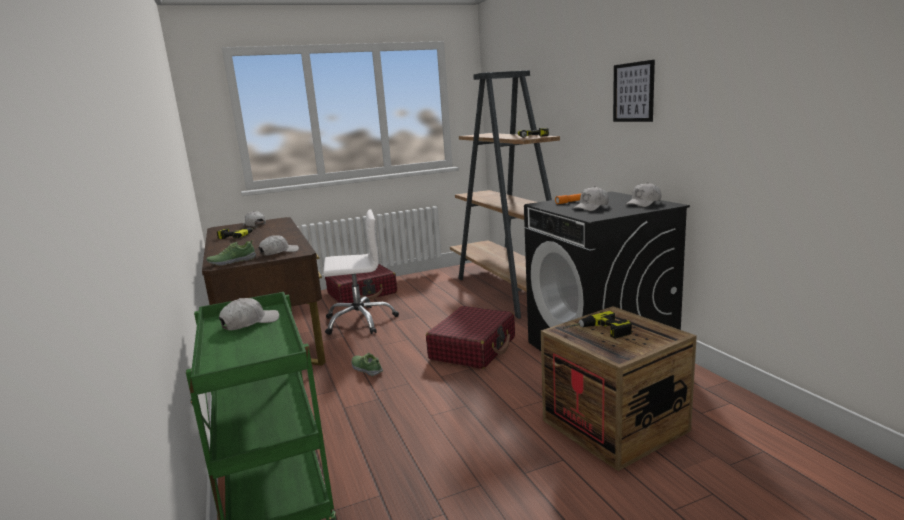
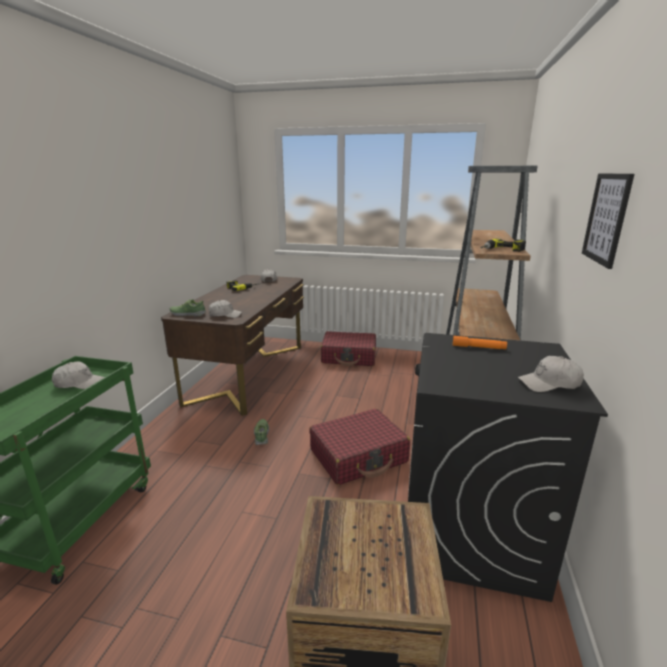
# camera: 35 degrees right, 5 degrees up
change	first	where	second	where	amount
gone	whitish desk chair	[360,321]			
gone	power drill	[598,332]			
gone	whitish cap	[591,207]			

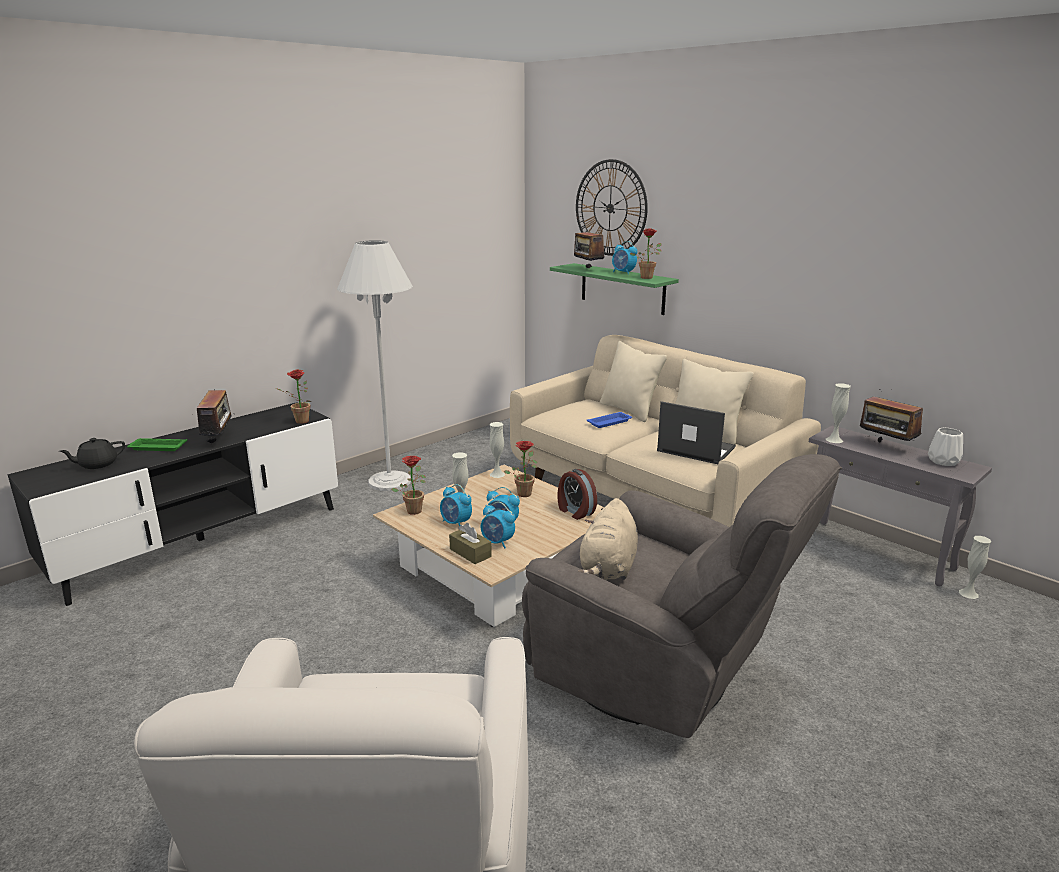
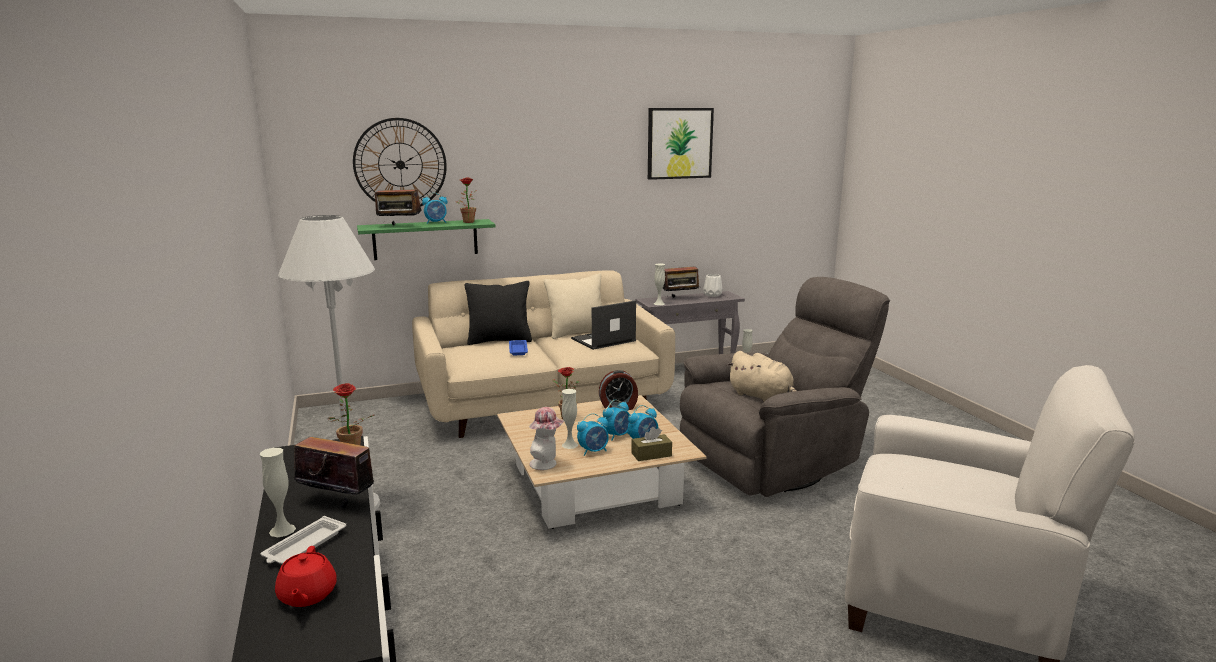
# camera: 65 degrees left, 5 degrees down
change	first	where	second	where	amount
new			picture	[679,143]	
shifted	whitish flower vase	[497,474]		[282,530]	
swapped	potted plant	[414,509]	clothing hat	[546,464]	
repainted	blackish teapot	[97,464]	red teapot	[307,595]	
repainted	green-coloured tray	[157,447]	whitish tray	[304,546]	
repainted	beige pillow	[629,410]	blackish pillow	[499,340]	

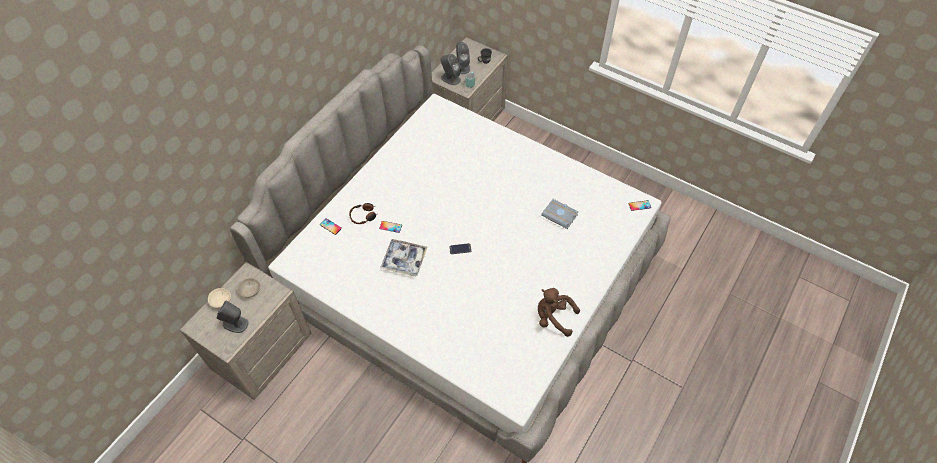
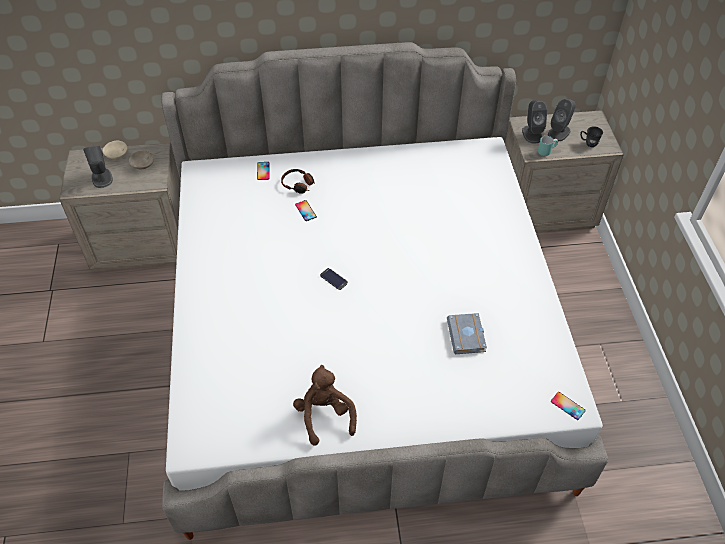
# camera: 50 degrees right, 5 degrees down
change	first	where	second	where	amount
gone	tray	[404,260]			

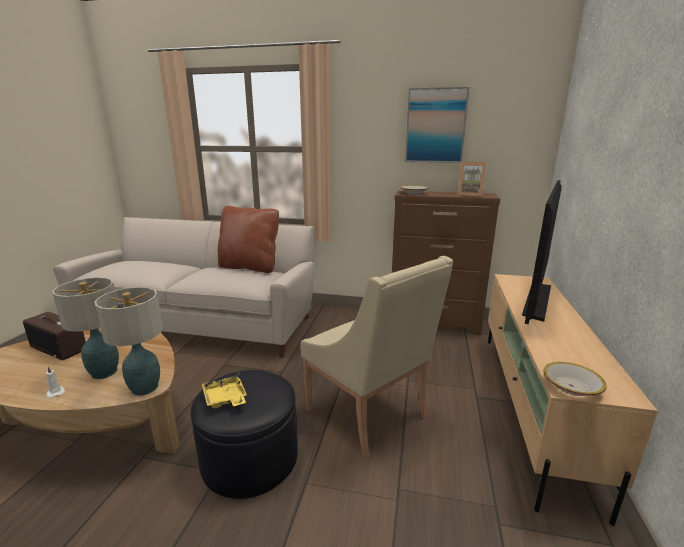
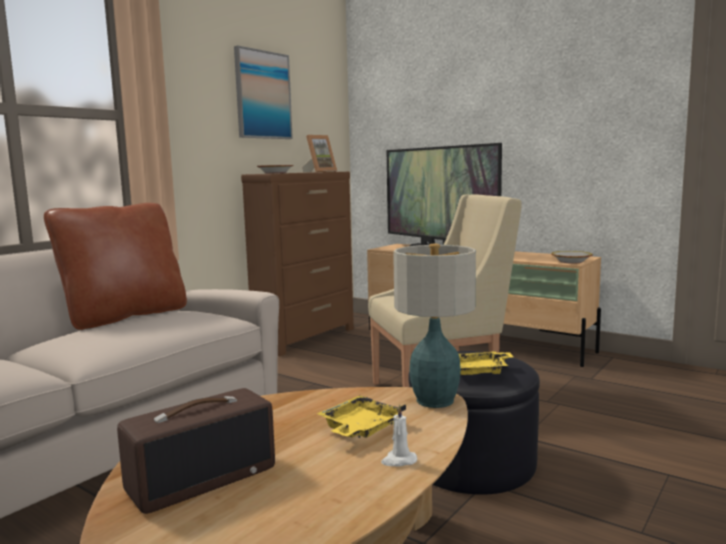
# camera: 65 degrees left, 10 degrees down
change	first	where	second	where	amount
swapped	table lamp	[104,372]	yellowish tray	[360,429]	

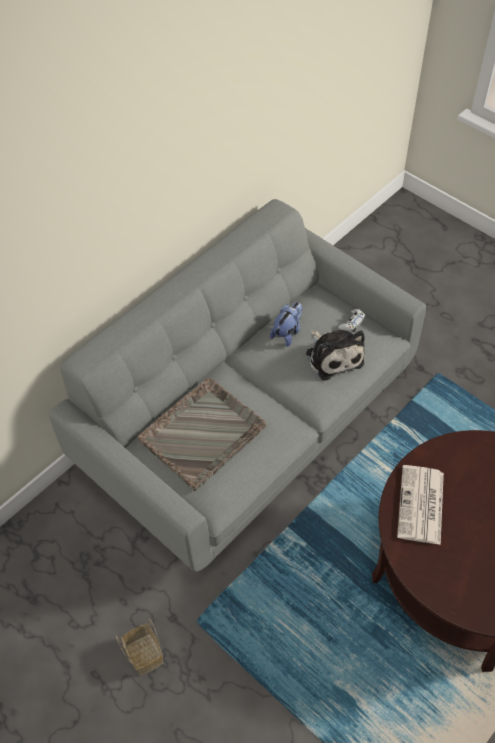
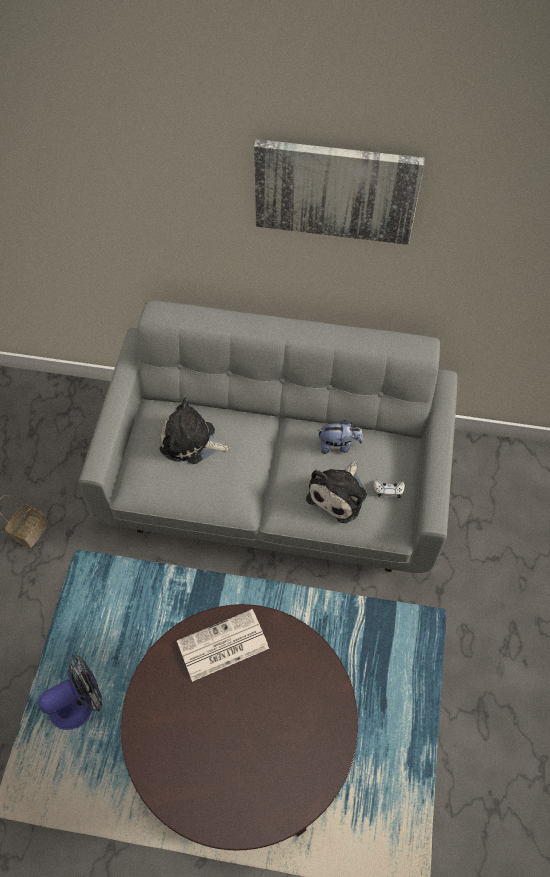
# camera: 55 degrees right, 5 degrees up
change	first	where	second	where	amount
new			cooling fan	[79,703]	
new			picture	[336,190]	
swapped	gray tray	[203,433]	soft toy	[191,442]	

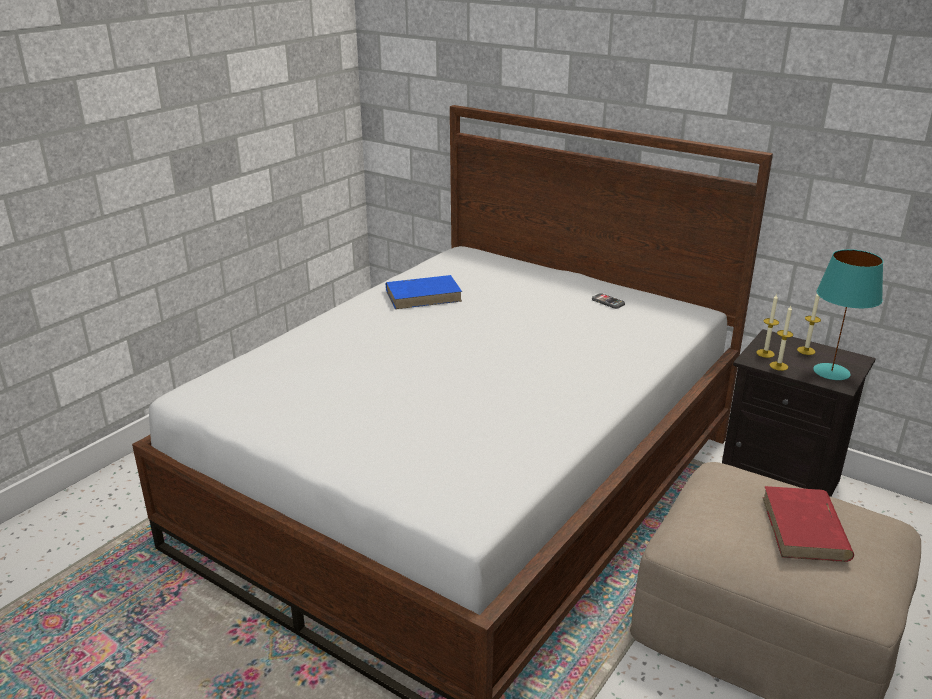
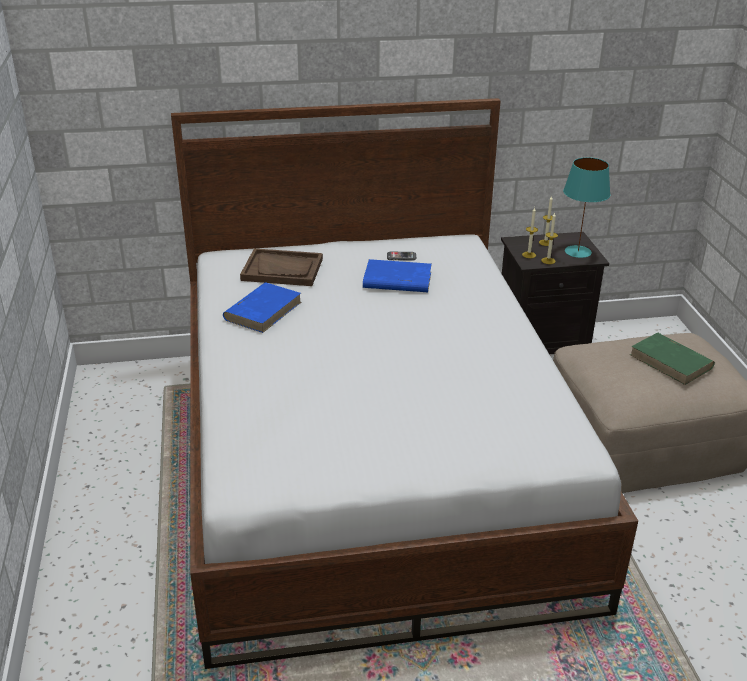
# camera: 45 degrees left, 5 degrees up
change	first	where	second	where	amount
new			brownish tray	[282,269]	
new			bluish book	[396,280]	
repainted	red book	[805,529]	green-coloured book	[671,362]	

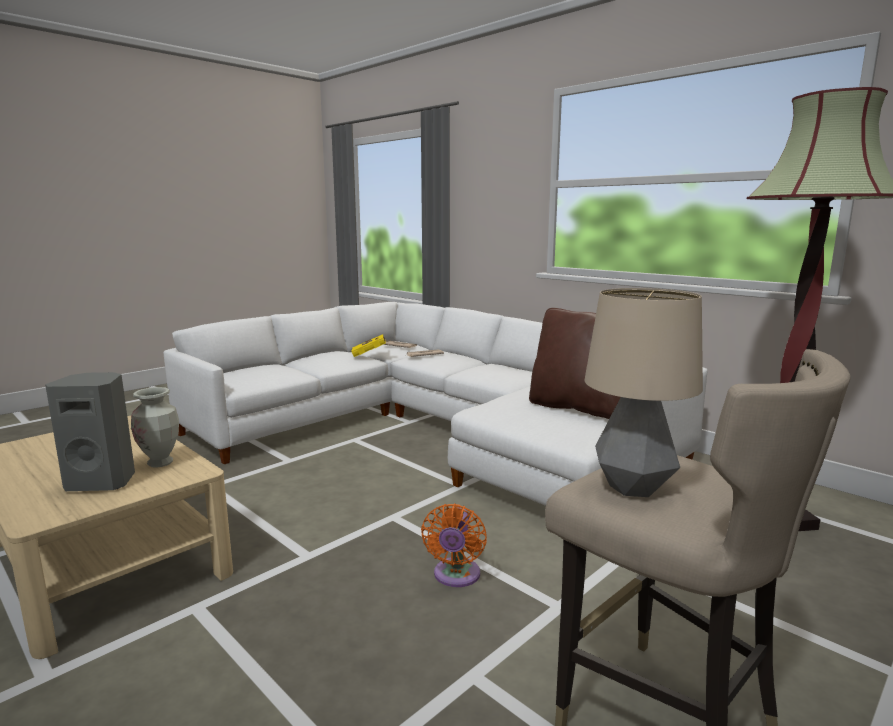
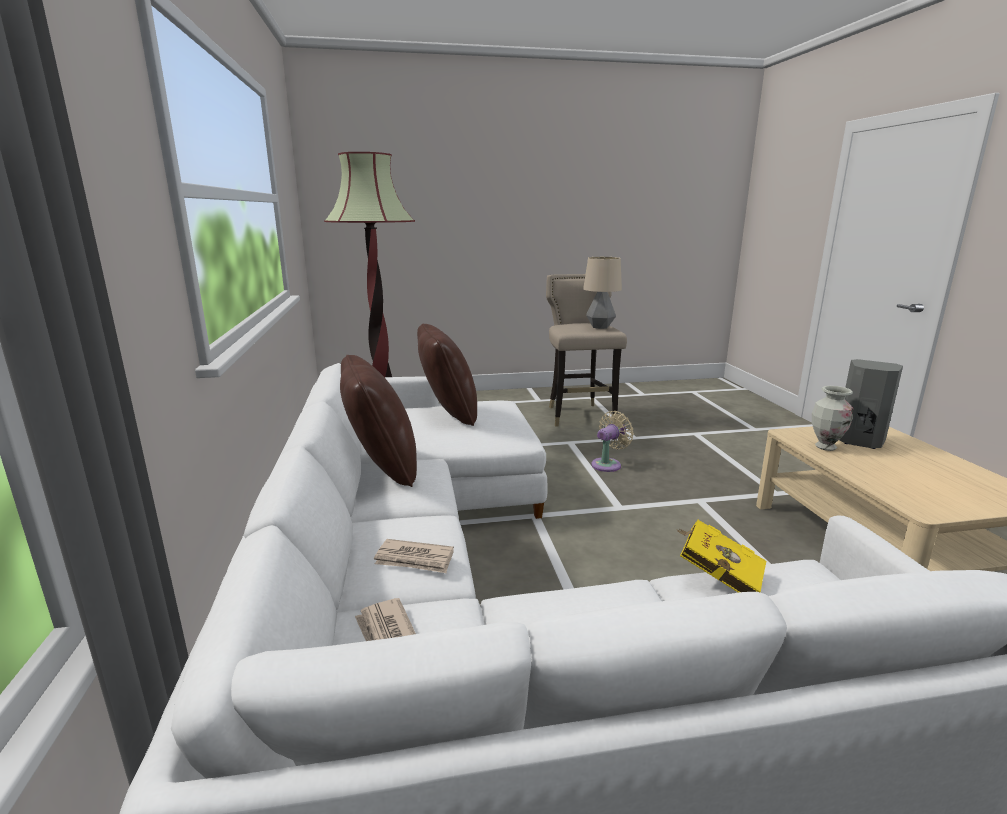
# camera: 145 degrees left, 5 degrees up
change	first	where	second	where	amount
new			brownish pillow	[381,468]	
shifted	yellowish book	[371,355]		[717,575]	
repainted	orangey cooling fan	[456,576]	beige cooling fan	[608,464]	

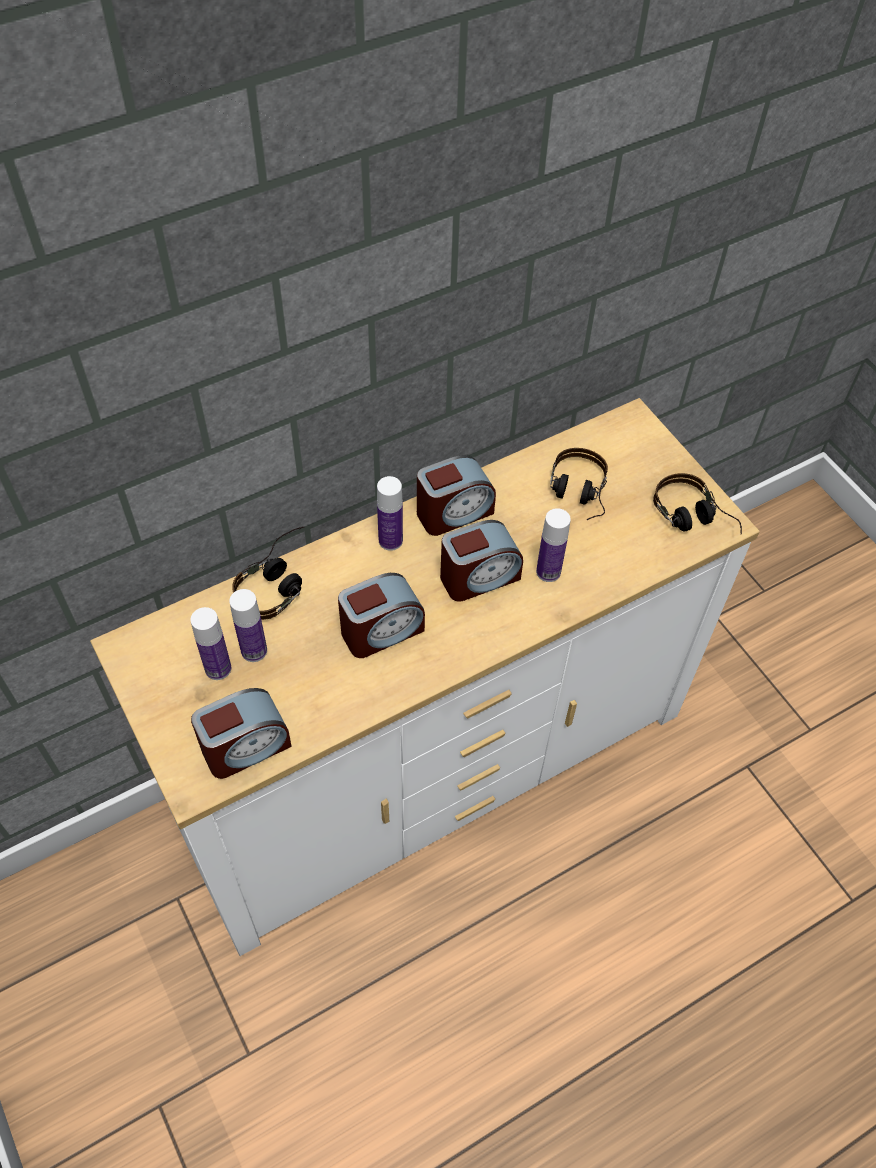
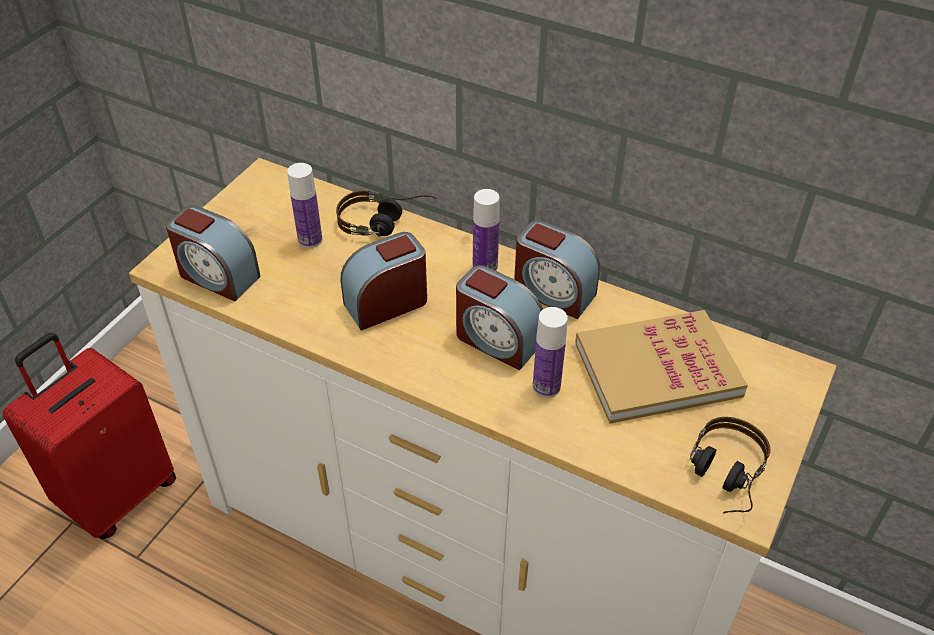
# camera: 60 degrees right, 10 degrees down
change	first	where	second	where	amount
gone	bottle	[218,668]			
new			red suitcase	[117,494]	
swapped	headset	[577,496]	book	[657,369]	
rotated	alarm clock	[381,631]		[386,303]	120 degrees clockwise

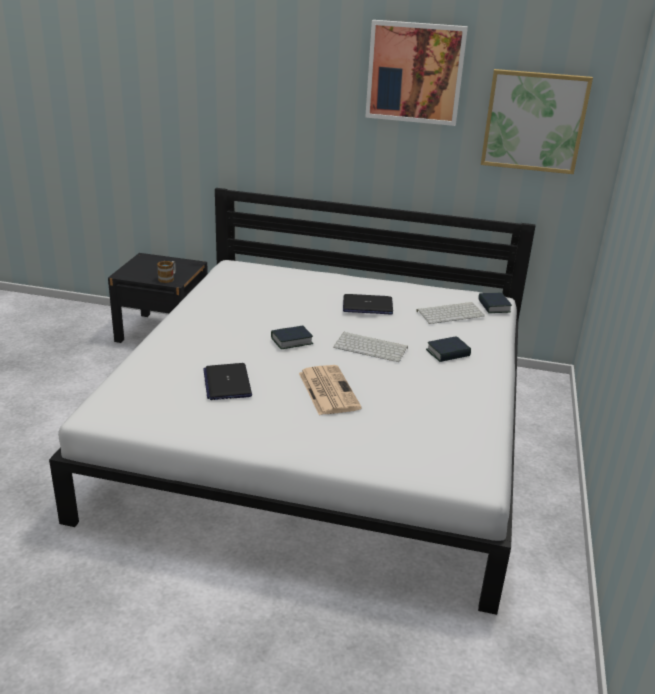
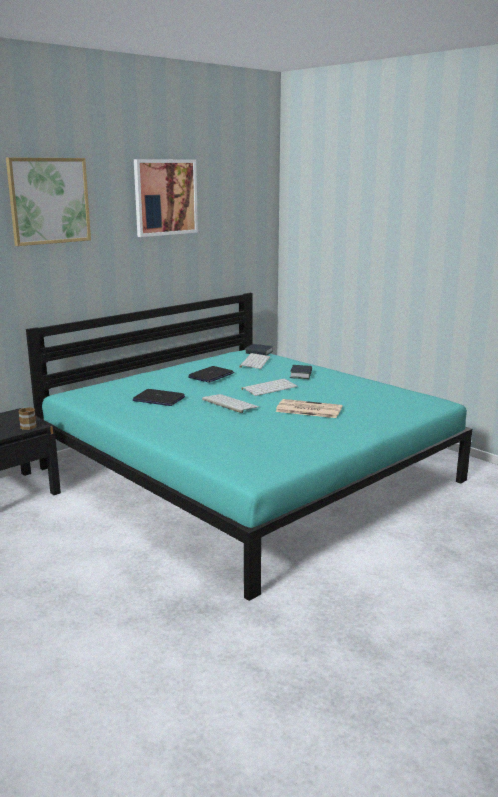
# camera: 55 degrees left, 10 degrees down
change	first	where	second	where	amount
shifted	portable computer	[227,383]		[158,399]	
shifted	picture	[534,121]		[49,201]	
swapped	book	[291,341]	keyboard	[229,403]	
repainted	whitish sleeping bed	[324,432]	turquoise sleeping bed	[249,473]	

